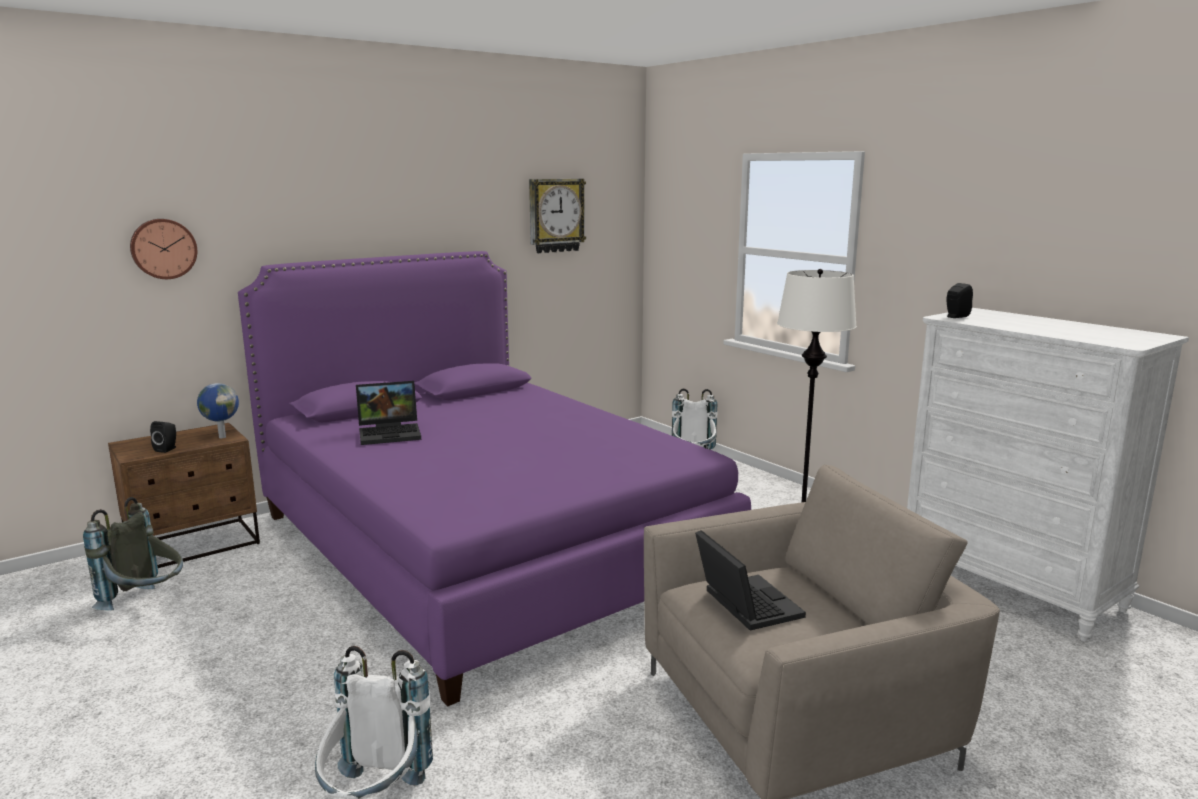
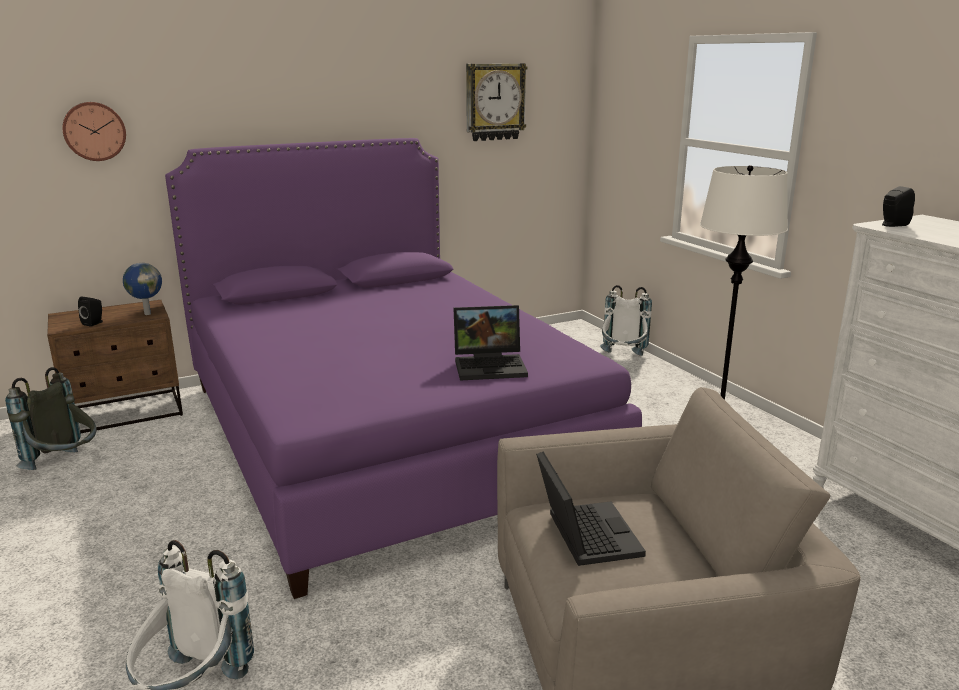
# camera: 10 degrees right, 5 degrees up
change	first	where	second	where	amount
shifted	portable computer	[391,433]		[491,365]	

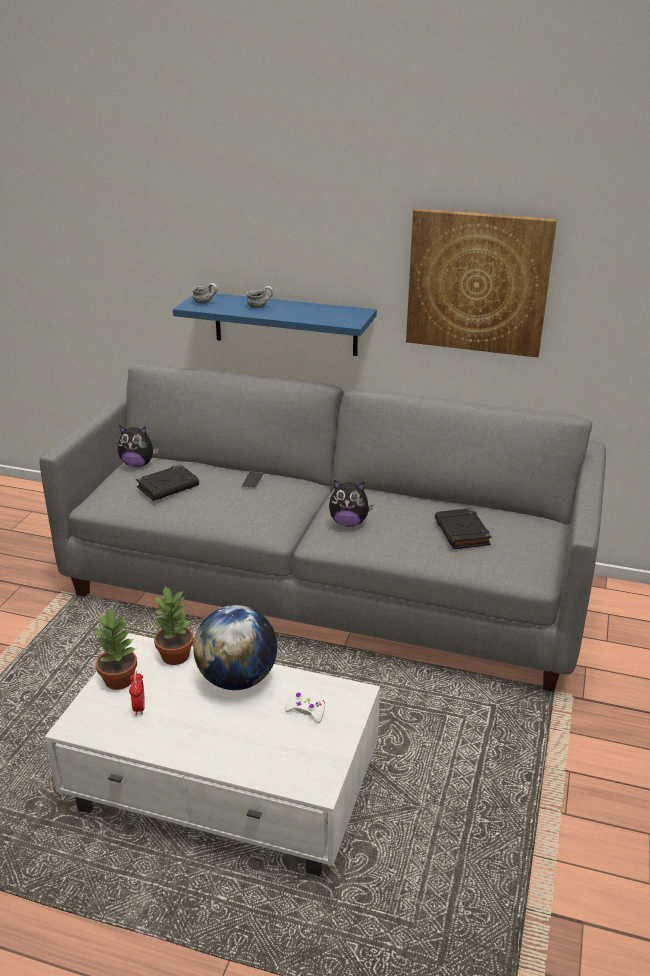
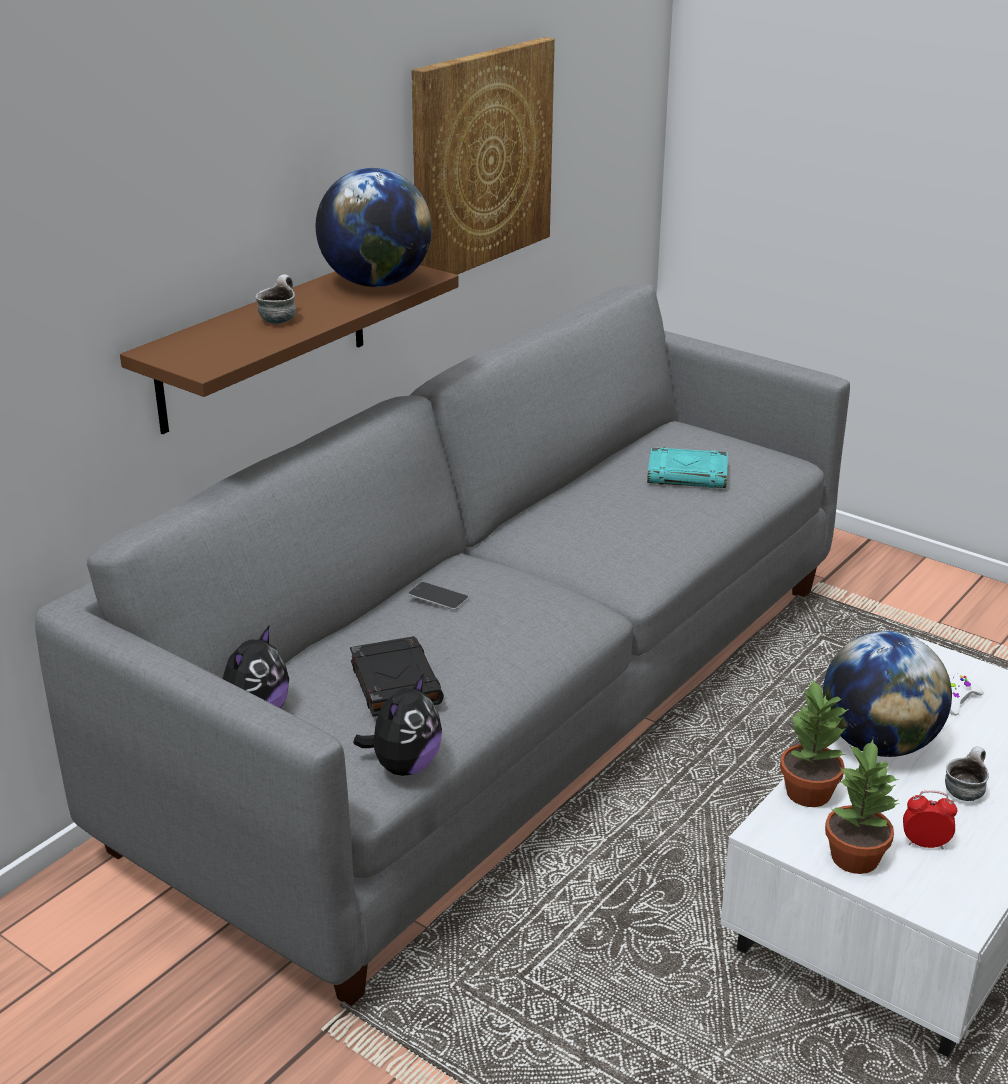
# camera: 70 degrees left, 0 degrees up
change	first	where	second	where	amount
new			globe	[376,283]	
shifted	coffee mug	[206,303]		[964,790]	
shifted	soft toy	[349,523]		[404,766]	
repainted	bluish bracket shelf	[285,324]	brownish bracket shelf	[263,343]	
repainted	blackish book	[462,533]	turquoise book	[688,474]	

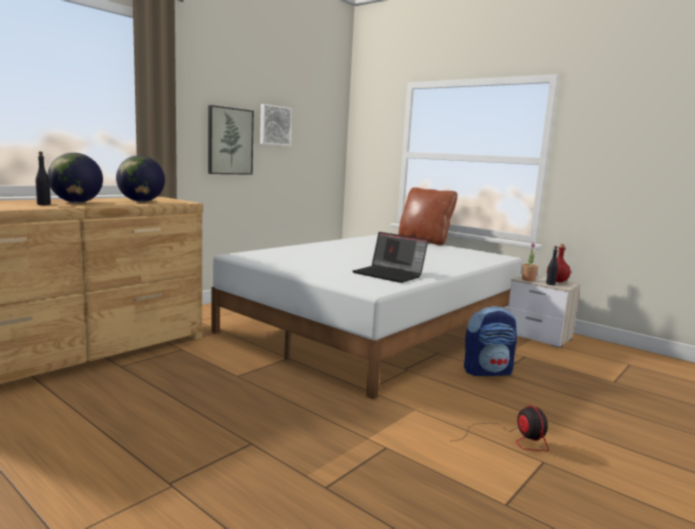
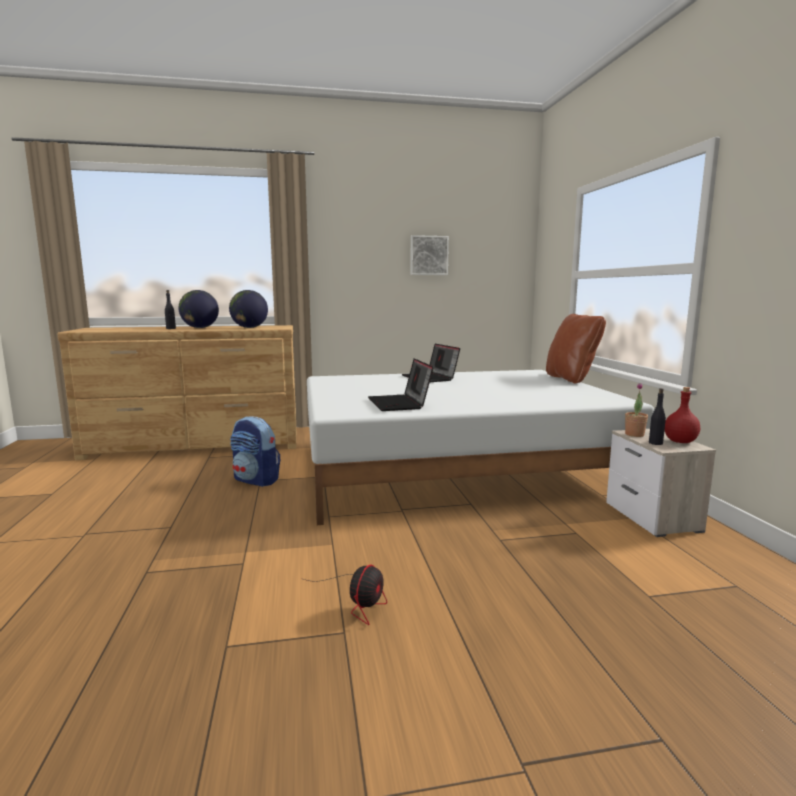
# camera: 40 degrees right, 0 degrees up
change	first	where	second	where	amount
gone	picture	[230,141]			
new			portable computer	[431,378]	
shifted	rucksack	[487,371]		[256,480]	

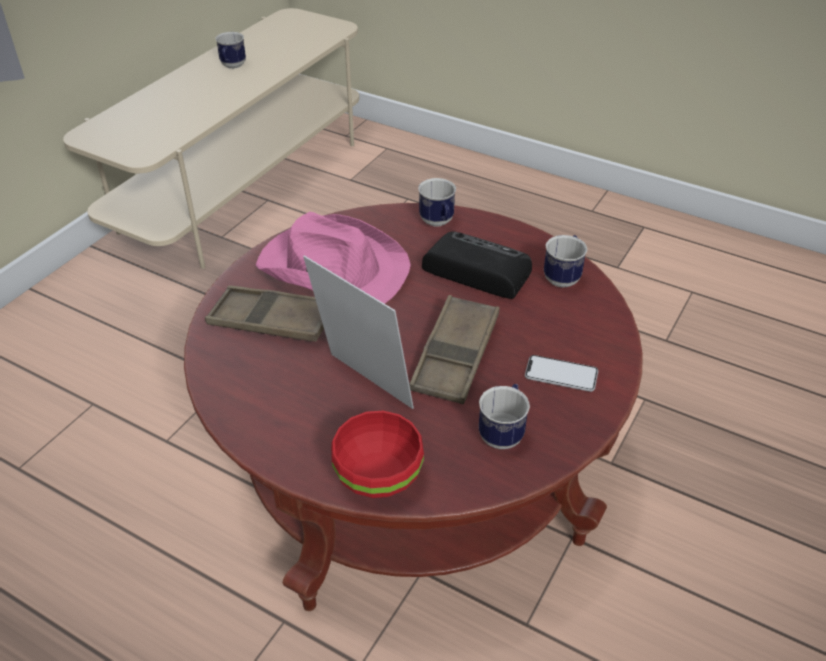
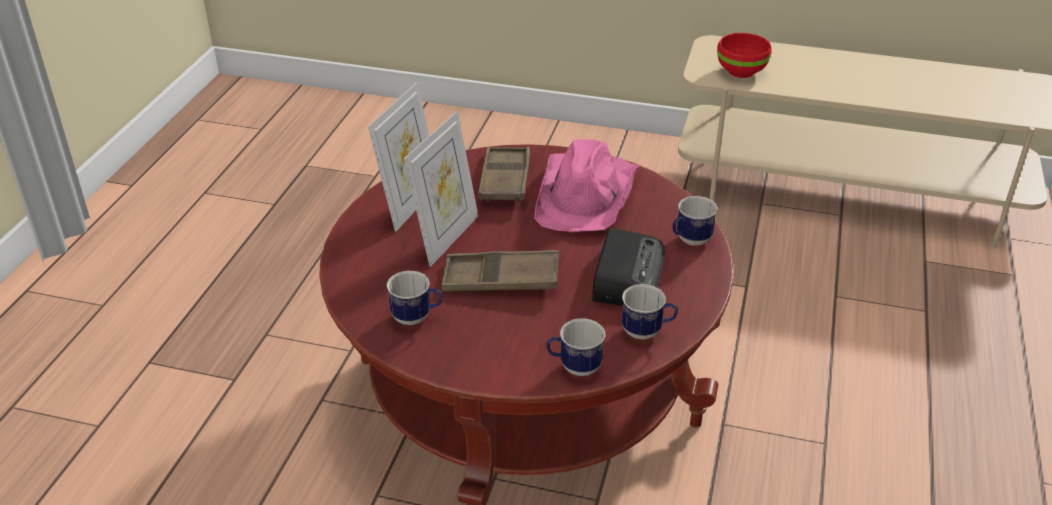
# camera: 75 degrees right, 5 degrees down
change	first	where	second	where	amount
gone	handset	[561,374]			
new			standing frame	[409,205]	
shifted	coffee mug	[232,67]		[574,367]	
shifted	red deep dish	[376,477]		[741,71]	

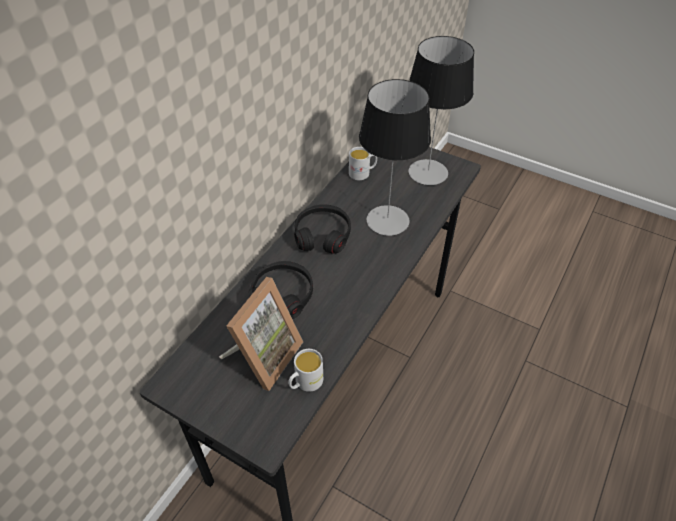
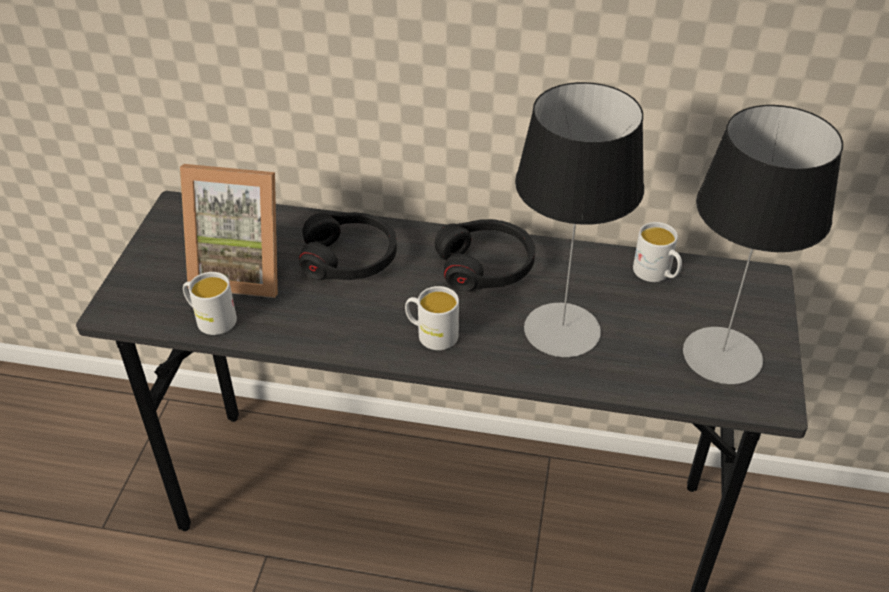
# camera: 70 degrees right, 5 degrees down
change	first	where	second	where	amount
new			whitish coffee mug	[431,334]	

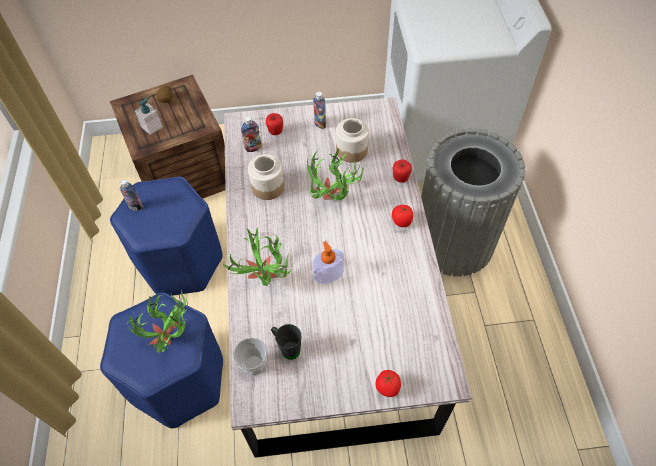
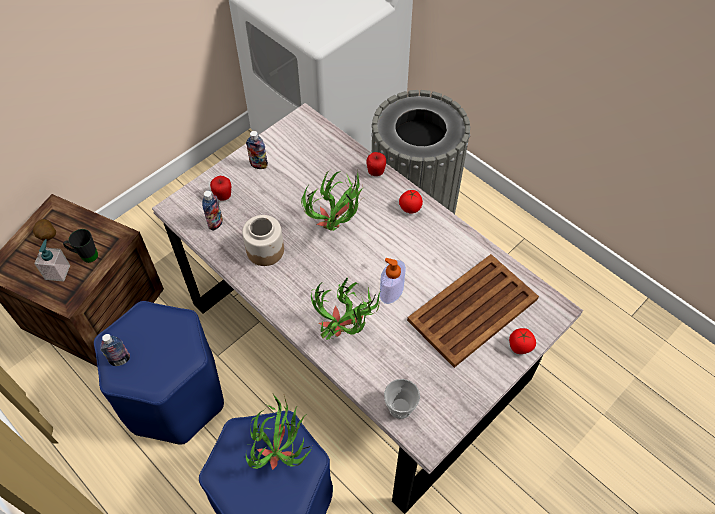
# camera: 40 degrees left, 0 degrees up
change	first	where	second	where	amount
gone	storage jar	[352,150]			
new			brownish tray	[474,309]	
shifted	blackish coffee mug	[287,348]		[85,256]	

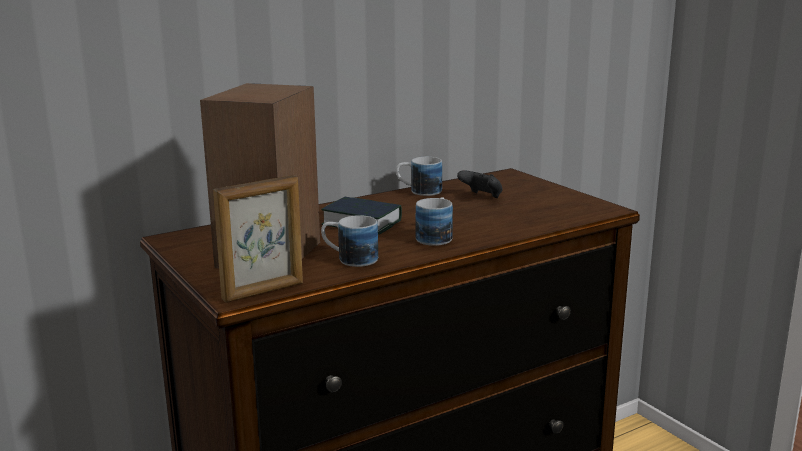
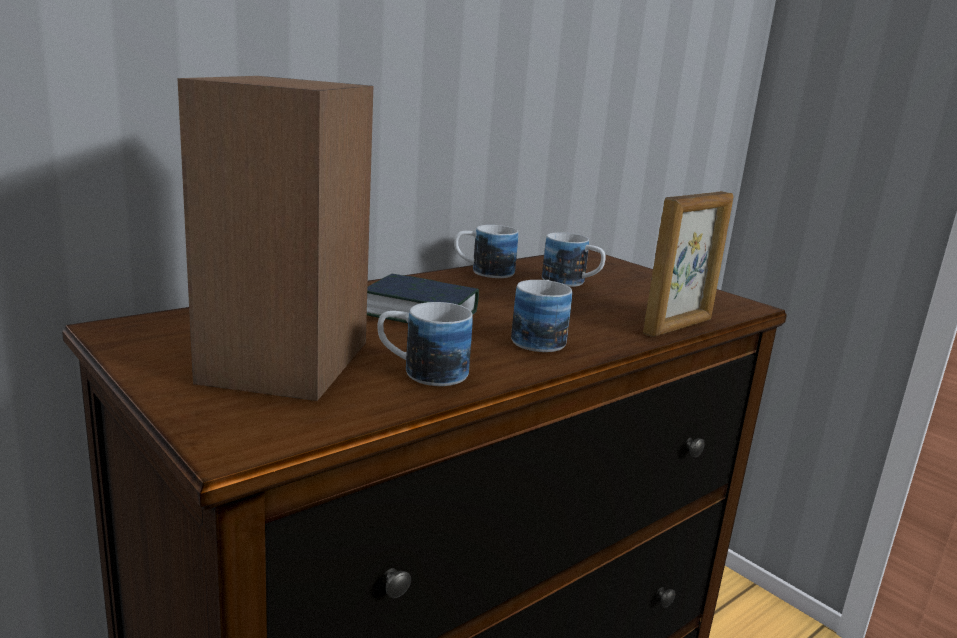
# camera: 10 degrees left, 0 degrees up
change	first	where	second	where	amount
shifted	standing frame	[264,291]		[679,327]	
swapped	blackish game controller	[482,197]	coffee mug	[571,283]	

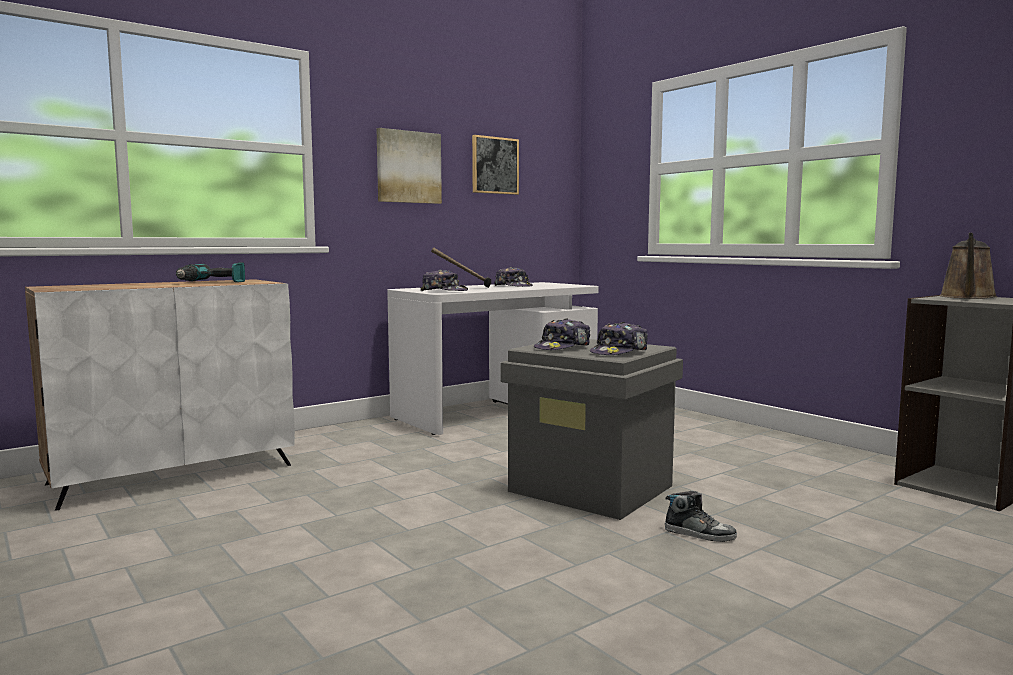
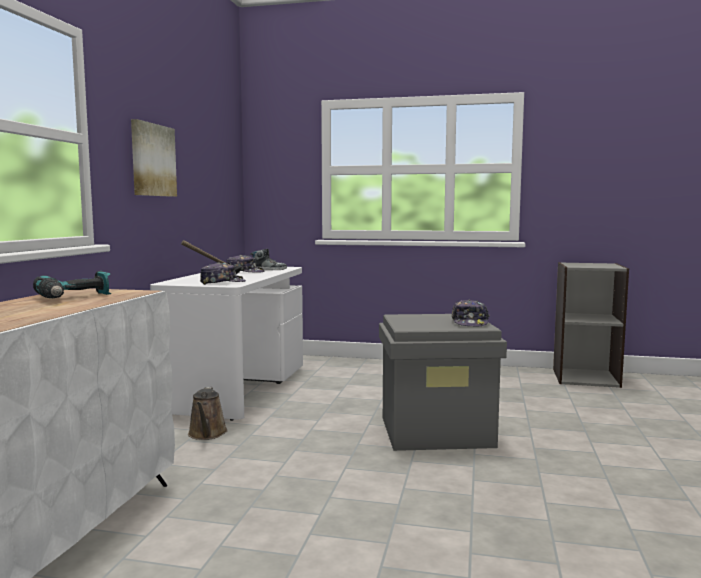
# camera: 40 degrees left, 0 degrees up
change	first	where	second	where	amount
gone	picture	[494,165]			
gone	cap	[563,347]			
shifted	low shoe	[699,534]		[268,270]	
shifted	brownish watering pot	[967,297]		[207,434]	

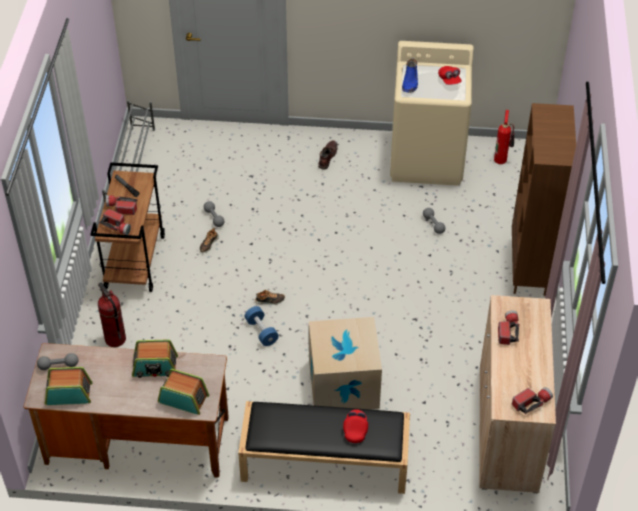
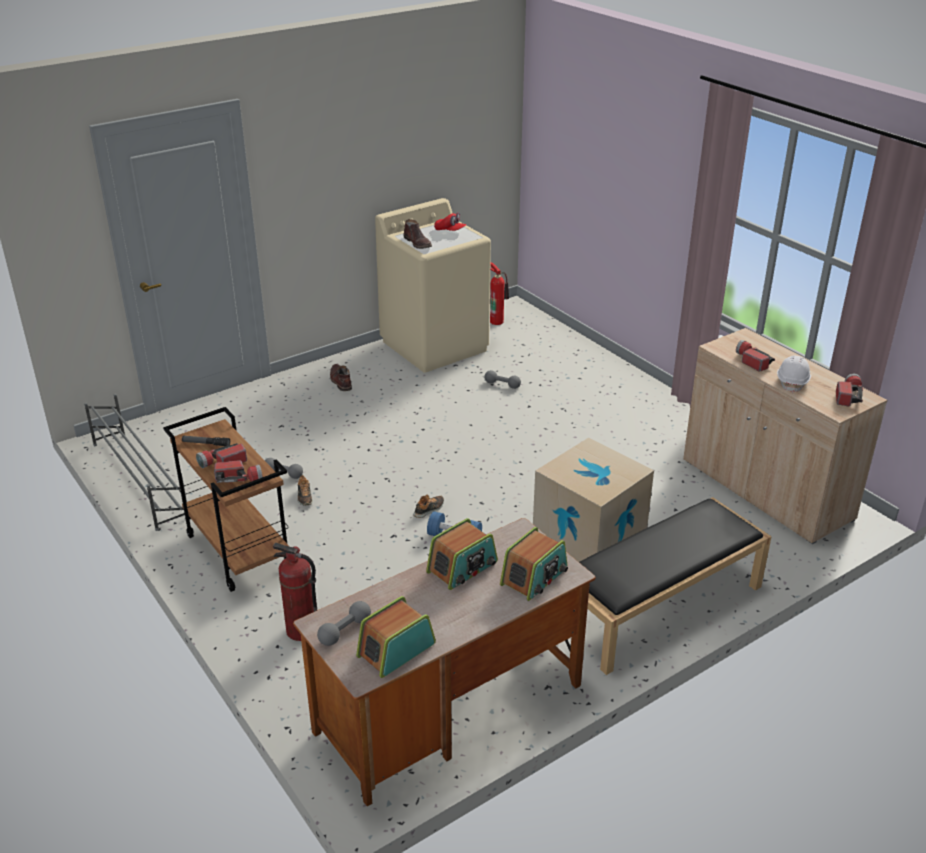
# camera: 40 degrees left, 15 degrees down
change	first	where	second	where	amount
gone	red cap	[355,430]			
gone	brownish bookcase	[530,270]			
new			whitish work helmet	[792,382]	
repainted	bluish boot	[410,82]	brownish boot	[418,243]	
rotated	radio receiver	[183,398]		[534,577]	150 degrees clockwise

